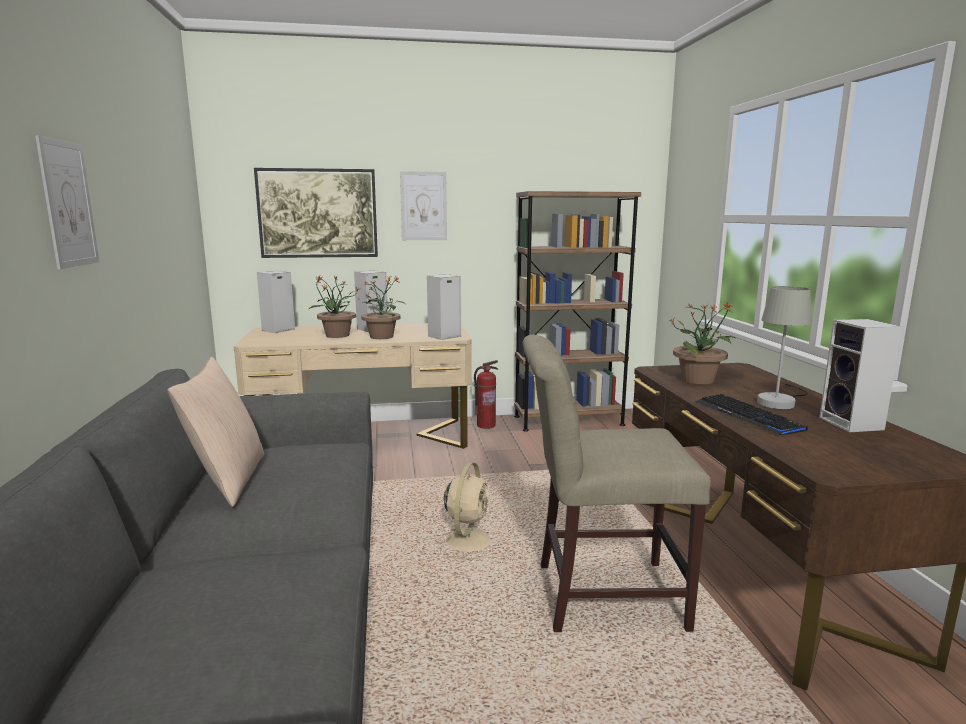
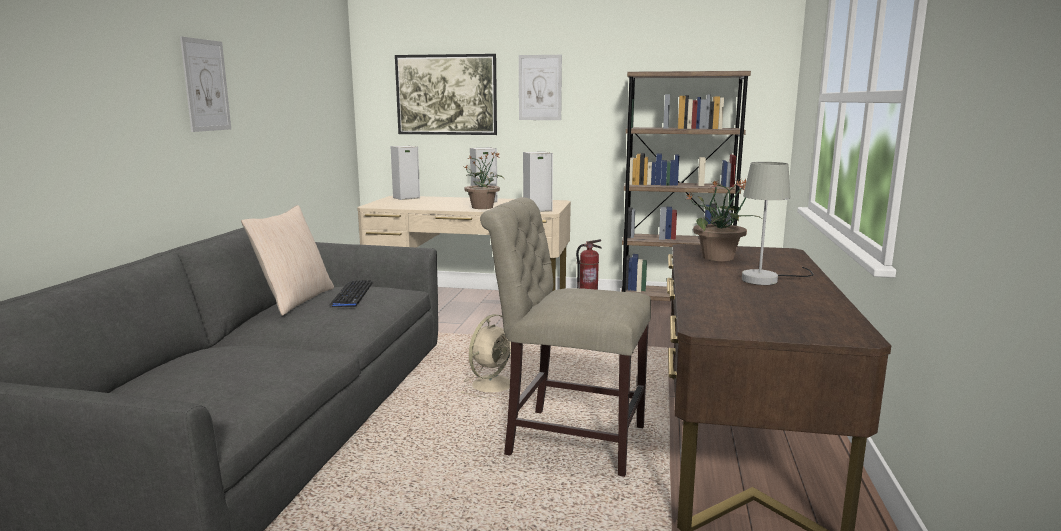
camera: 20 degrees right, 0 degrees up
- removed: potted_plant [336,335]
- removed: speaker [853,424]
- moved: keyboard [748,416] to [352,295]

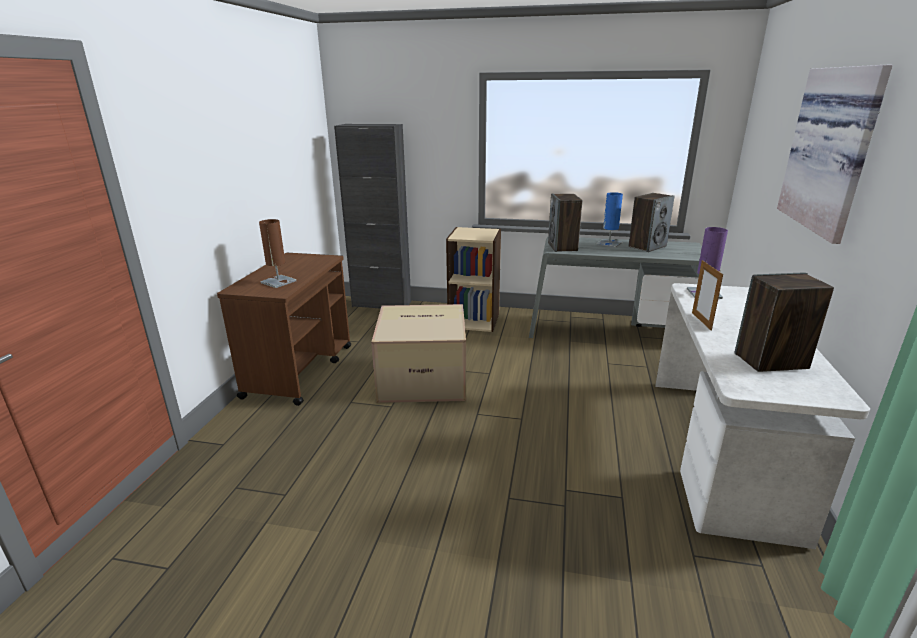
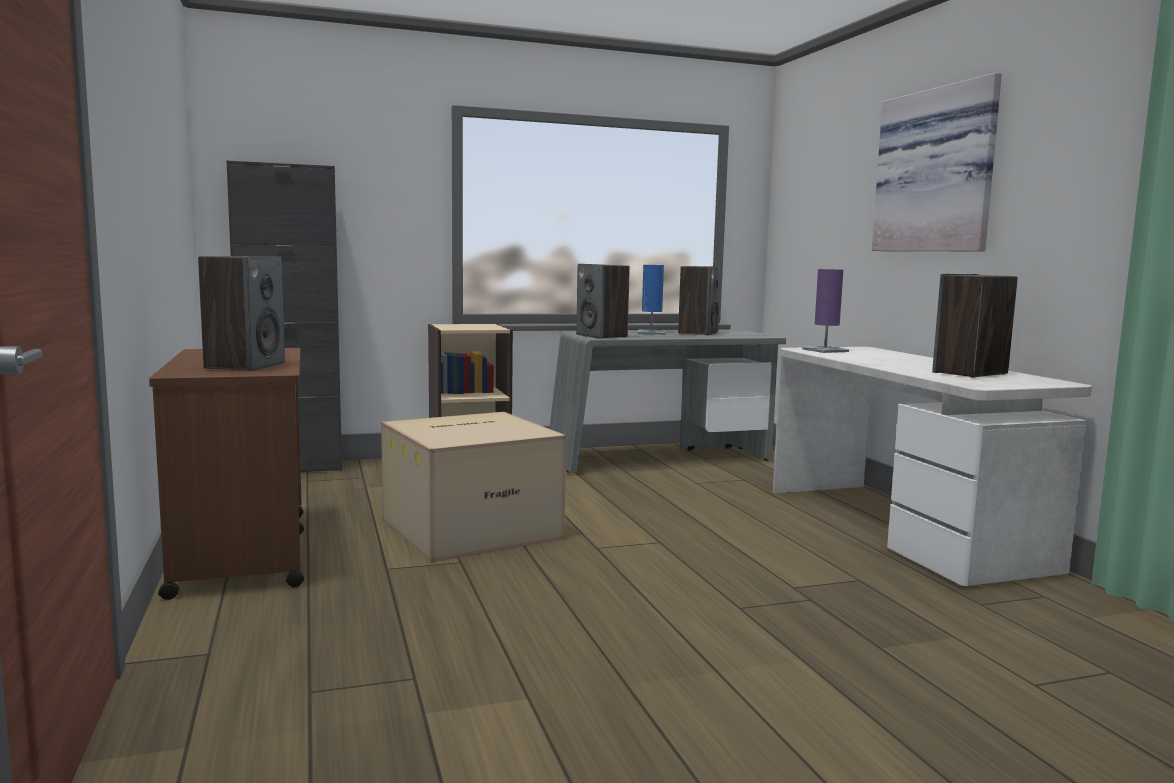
camera: 30 degrees left, 15 degrees down
- replaced: brown_table_lamp [278,282] to speaker [245,366]
- removed: picture_frame [701,321]

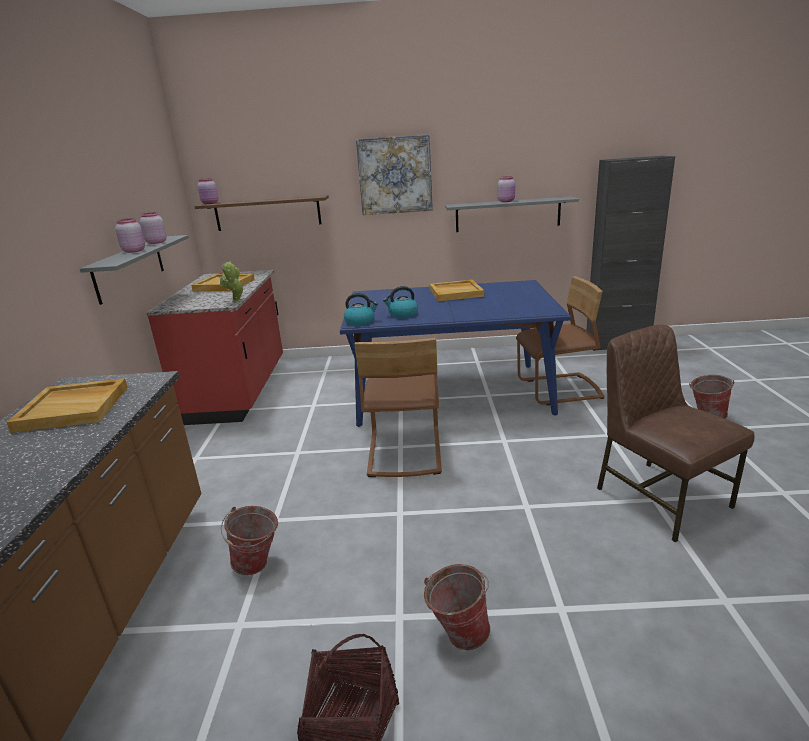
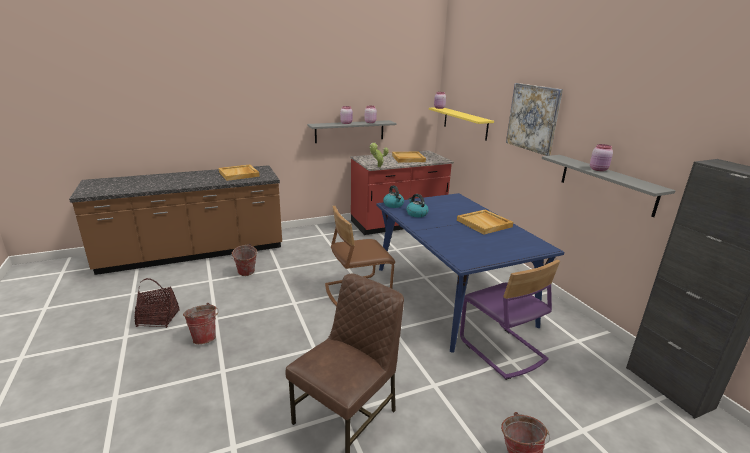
camera: 65 degrees right, 0 degrees up
- recoloured: brown_shelf [267,213] to yellow_shelf [465,123]
- recoloured: brown_chair [559,390] to purple_chair [501,350]

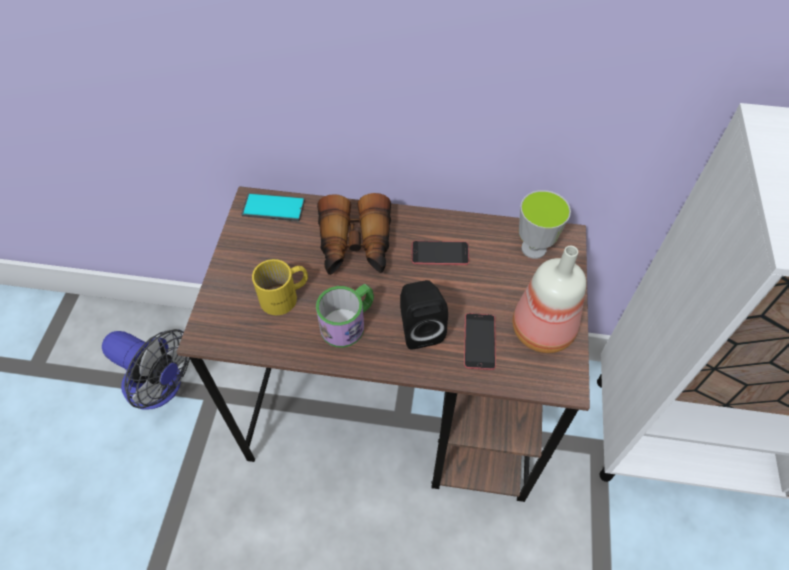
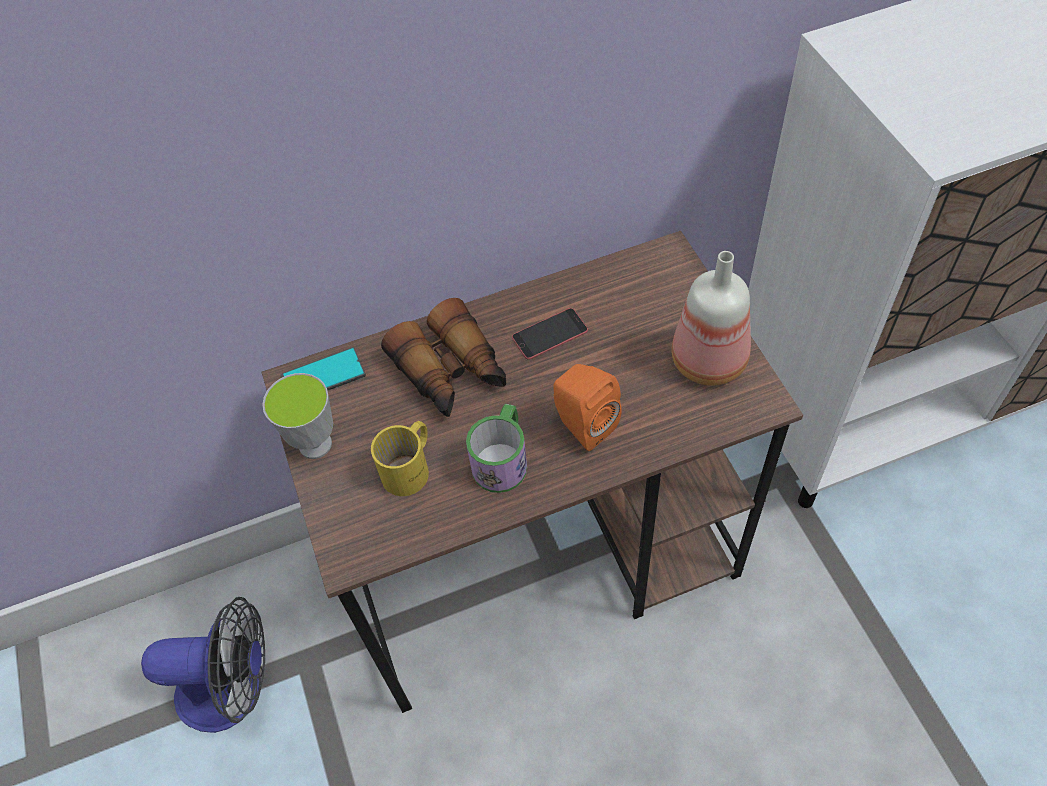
camera: 25 degrees left, 0 degrees up
- moved: cup [533,248] to [315,444]
- recoloured: black_speaker [419,328] to orange_speaker [582,424]
- removed: phone [479,341]

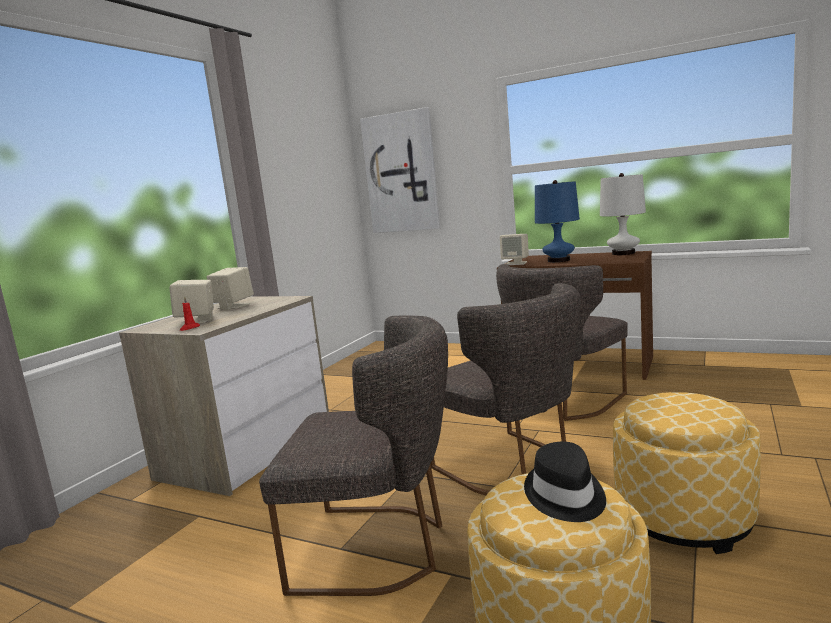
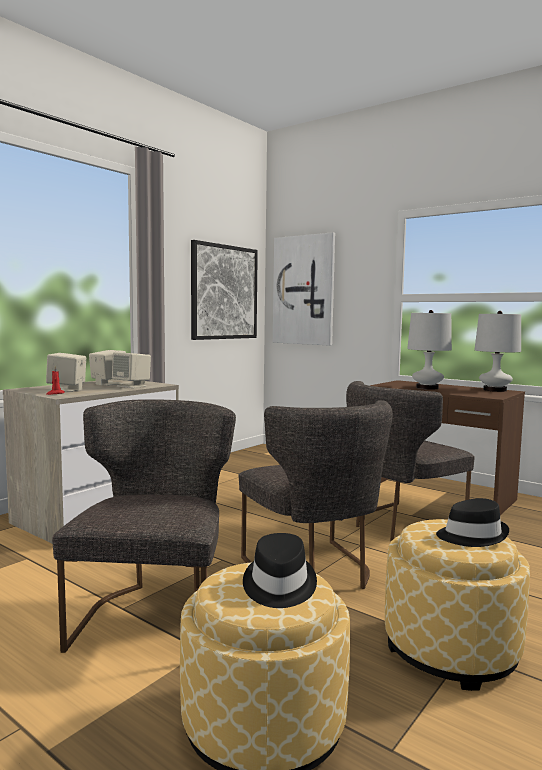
camera: 10 degrees right, 5 degrees down
- recoloured: blue_table_lamp [558,260] to white_table_lamp [427,388]
- moved: beige_speaker [516,263] to [132,386]
- turned: grey_chair [379,548] = [154,615] 105 degrees counterclockwise
- added: picture [224,292]
- added: black_hat [471,535]

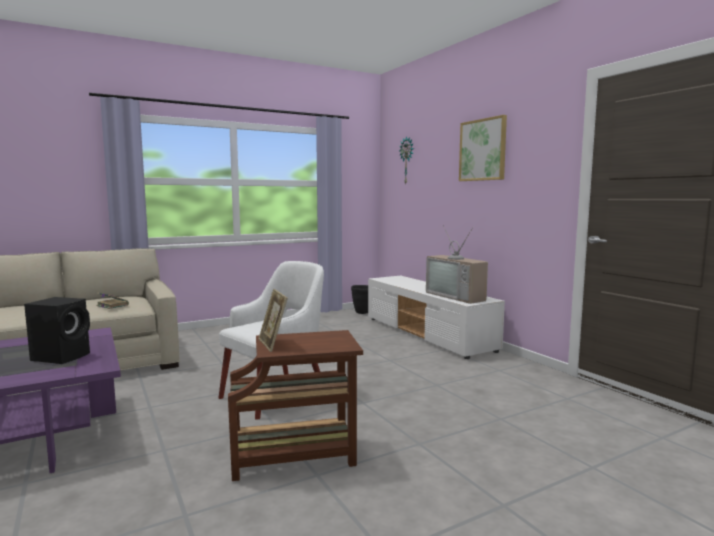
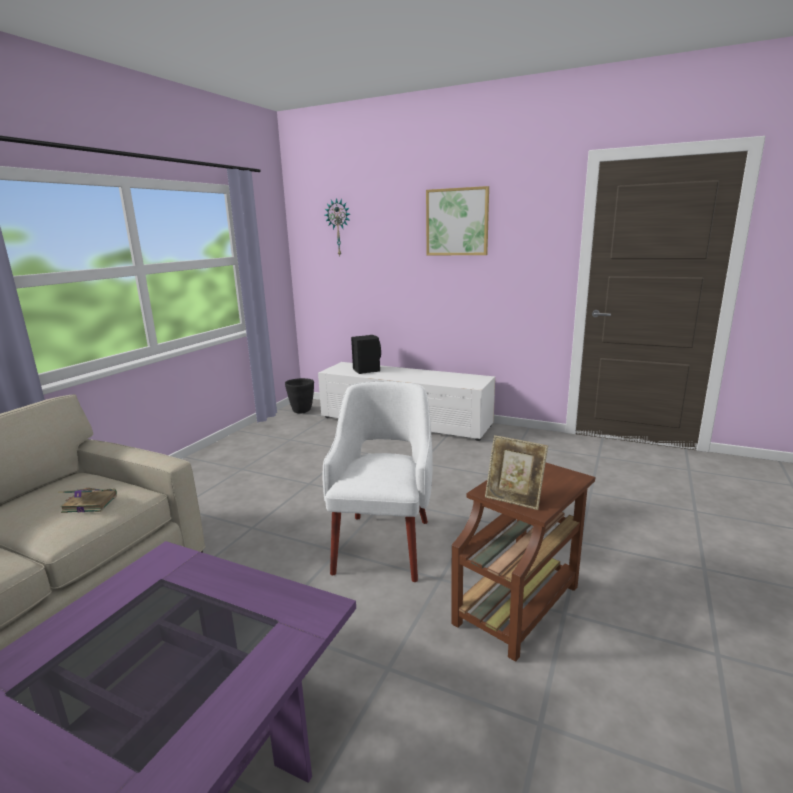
camera: 35 degrees left, 10 degrees up
- removed: television [458,296]
- moved: black_speaker [62,356] to [366,370]

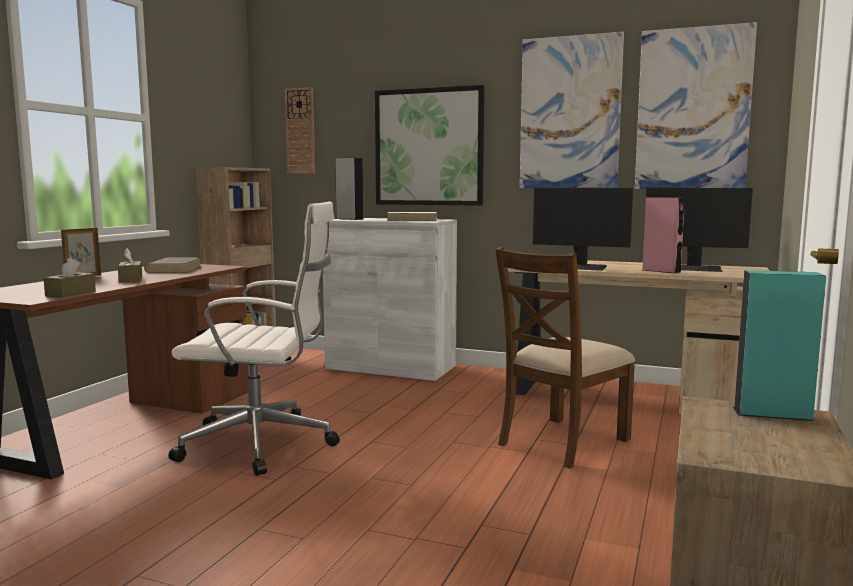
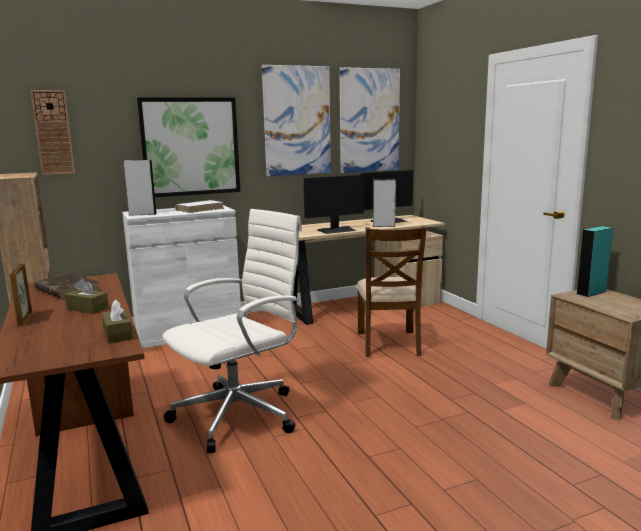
camera: 45 degrees left, 5 degrees up
- recoloured: pink_speaker [661,271] to grey_speaker [383,226]

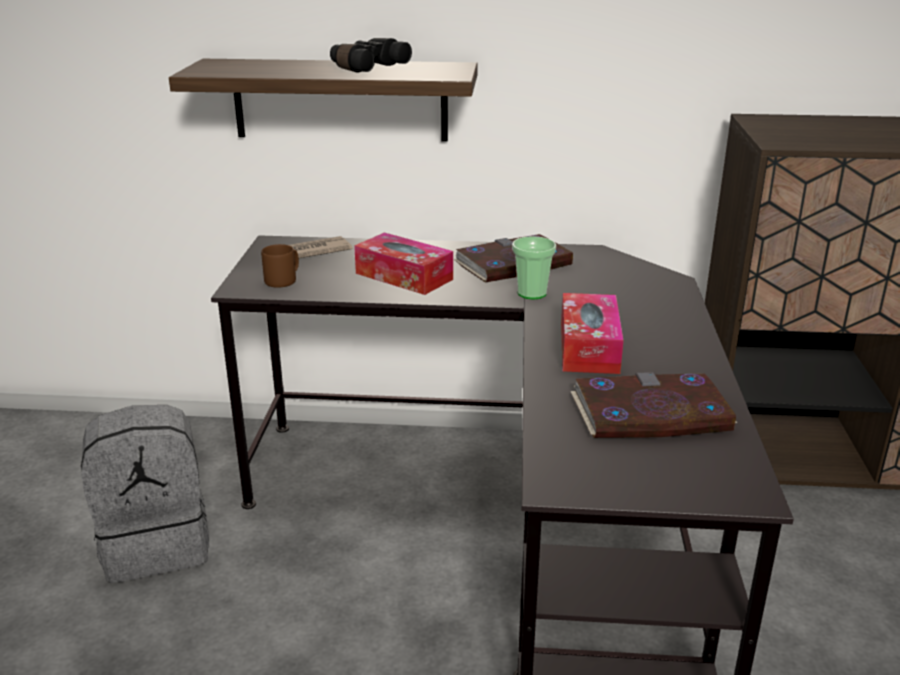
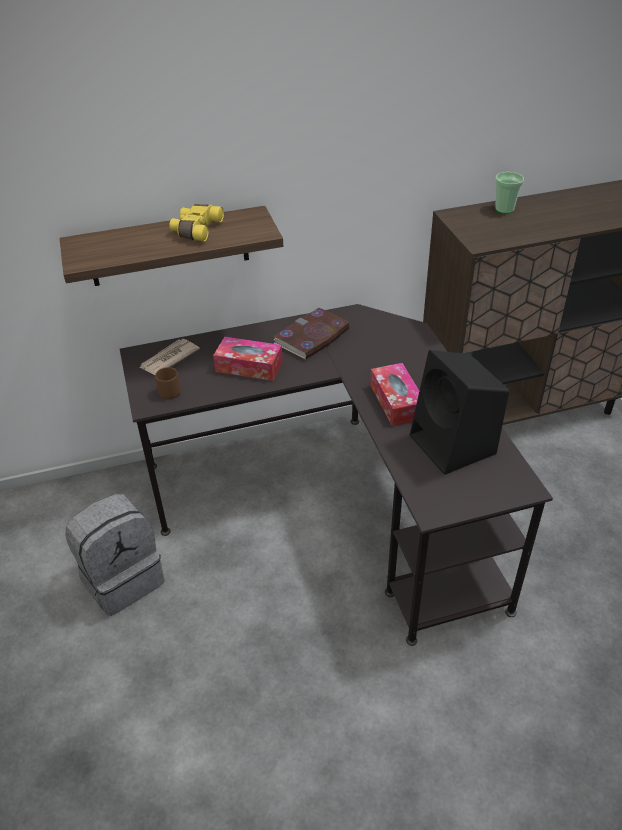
camera: 20 degrees left, 15 degrees up
- recoloured: black_binoculars [366,67] to yellow_binoculars [195,229]
- moved: cup [532,293] to [504,209]
- replaced: book [650,413] to black_speaker [454,445]

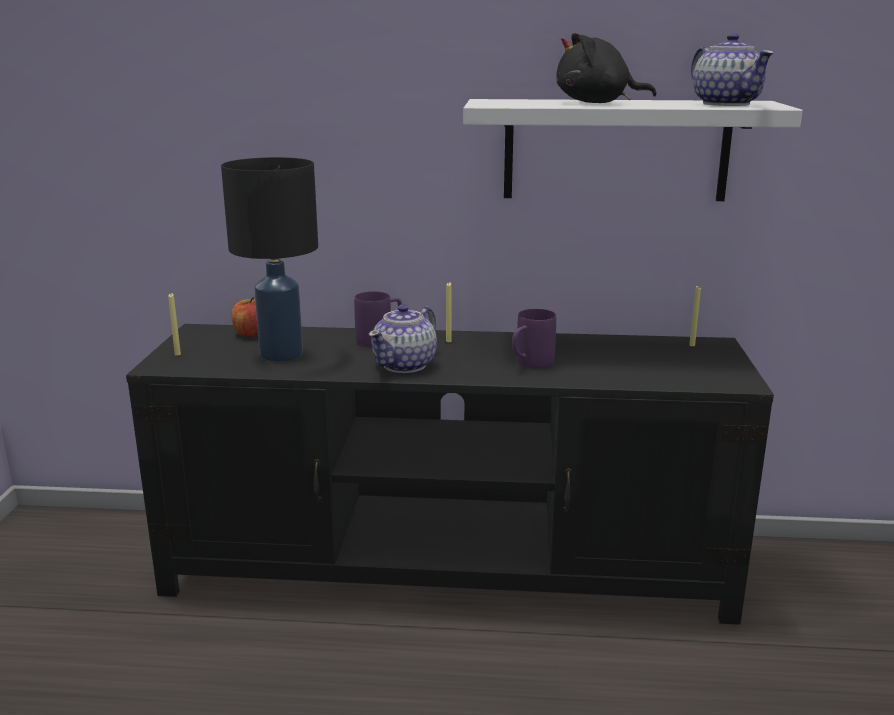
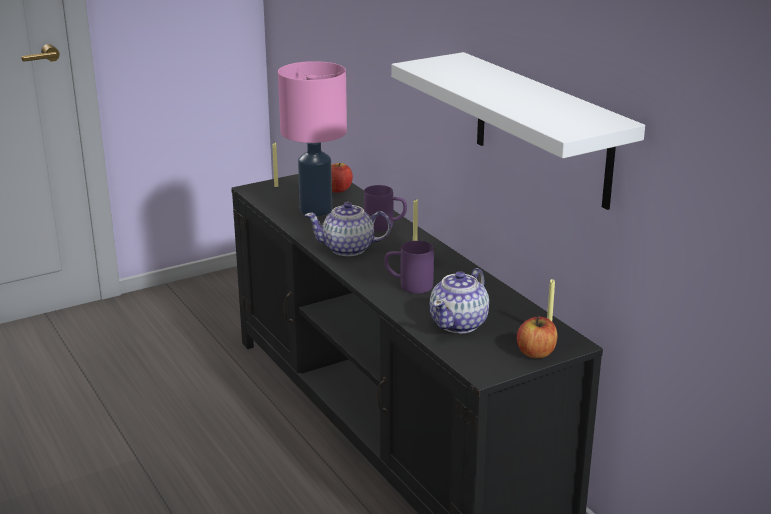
camera: 55 degrees right, 5 degrees up
- removed: black_plush_toy [597,103]
- moved: teapot [726,104] to [459,323]
- recoloured: black_table_lamp [280,354] to pink_table_lamp [315,210]
- added: apple [536,353]

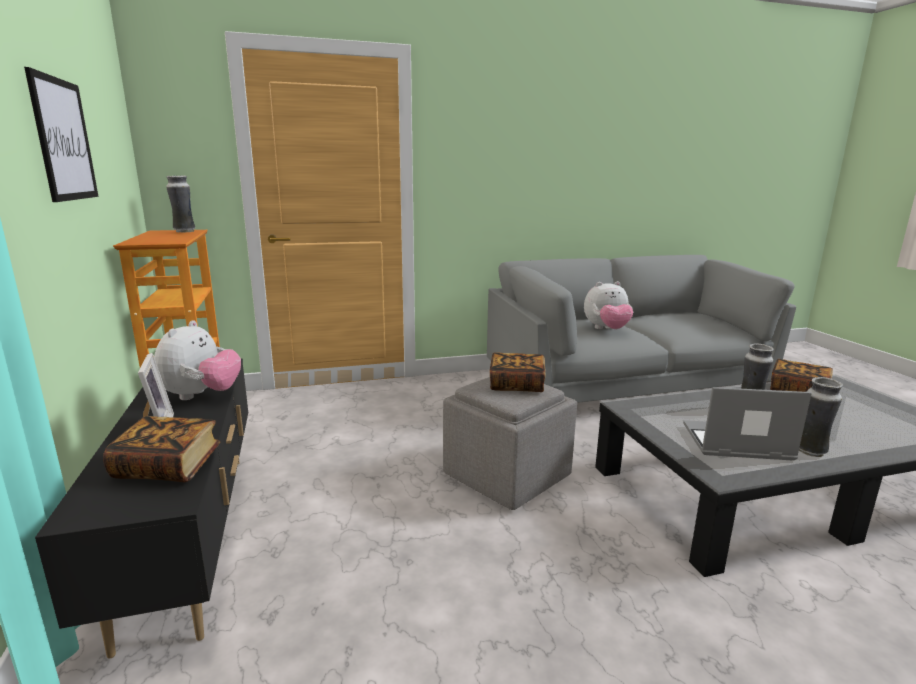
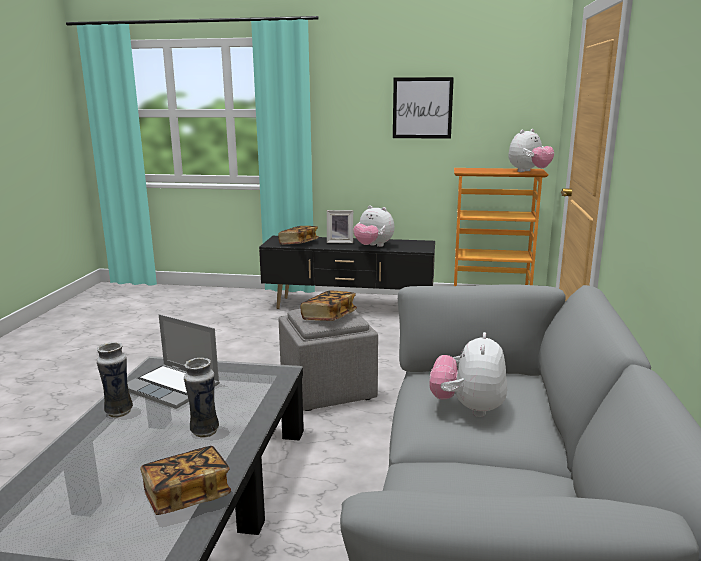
camera: 115 degrees right, 0 degrees up
- replaced: vase [184,231] to plush_toy [528,171]
- turned: laptop [735,443] = [173,387] 90 degrees clockwise

